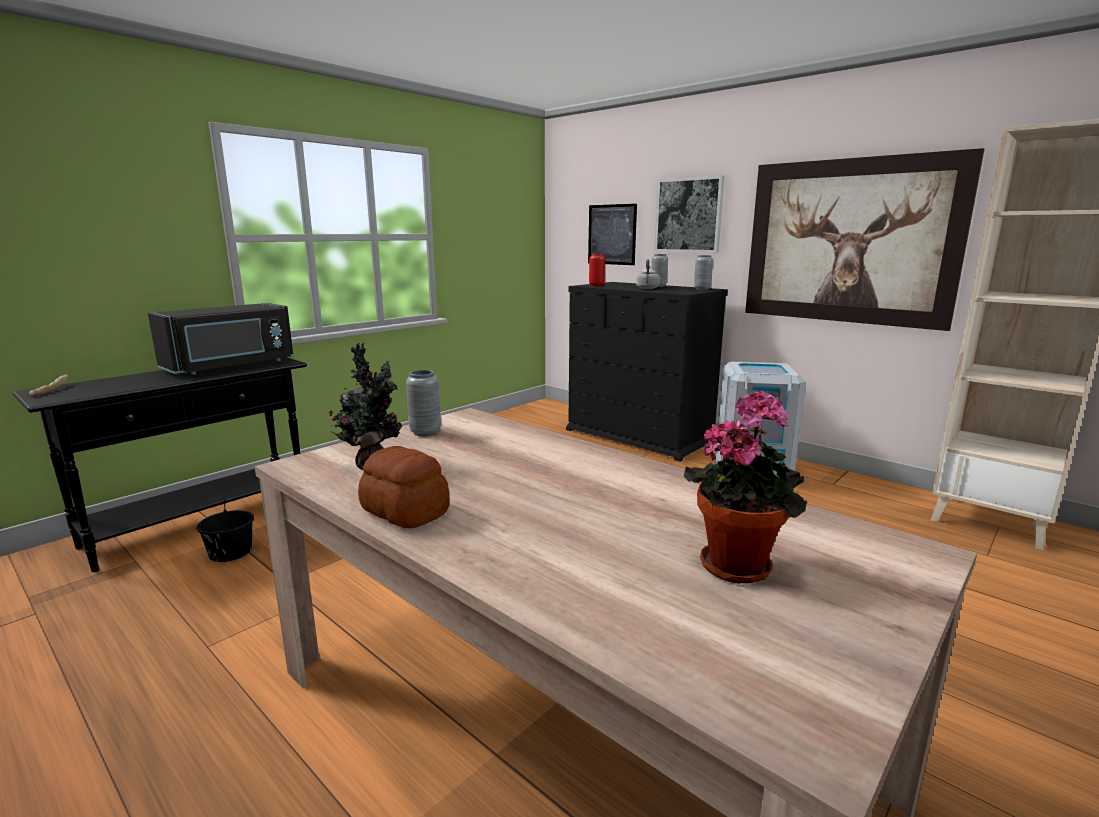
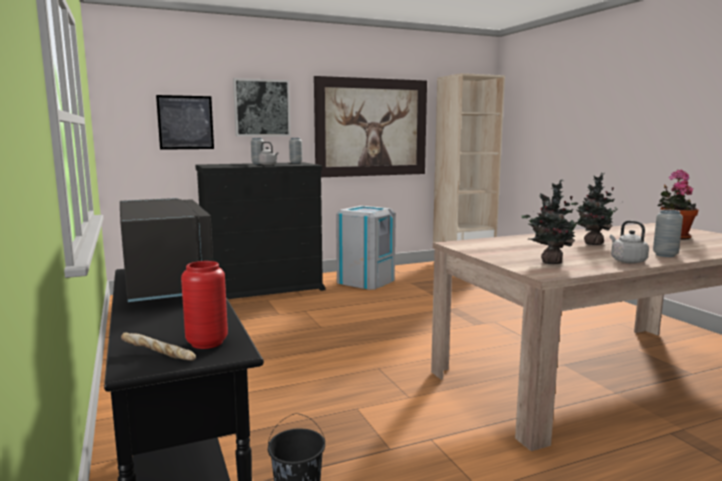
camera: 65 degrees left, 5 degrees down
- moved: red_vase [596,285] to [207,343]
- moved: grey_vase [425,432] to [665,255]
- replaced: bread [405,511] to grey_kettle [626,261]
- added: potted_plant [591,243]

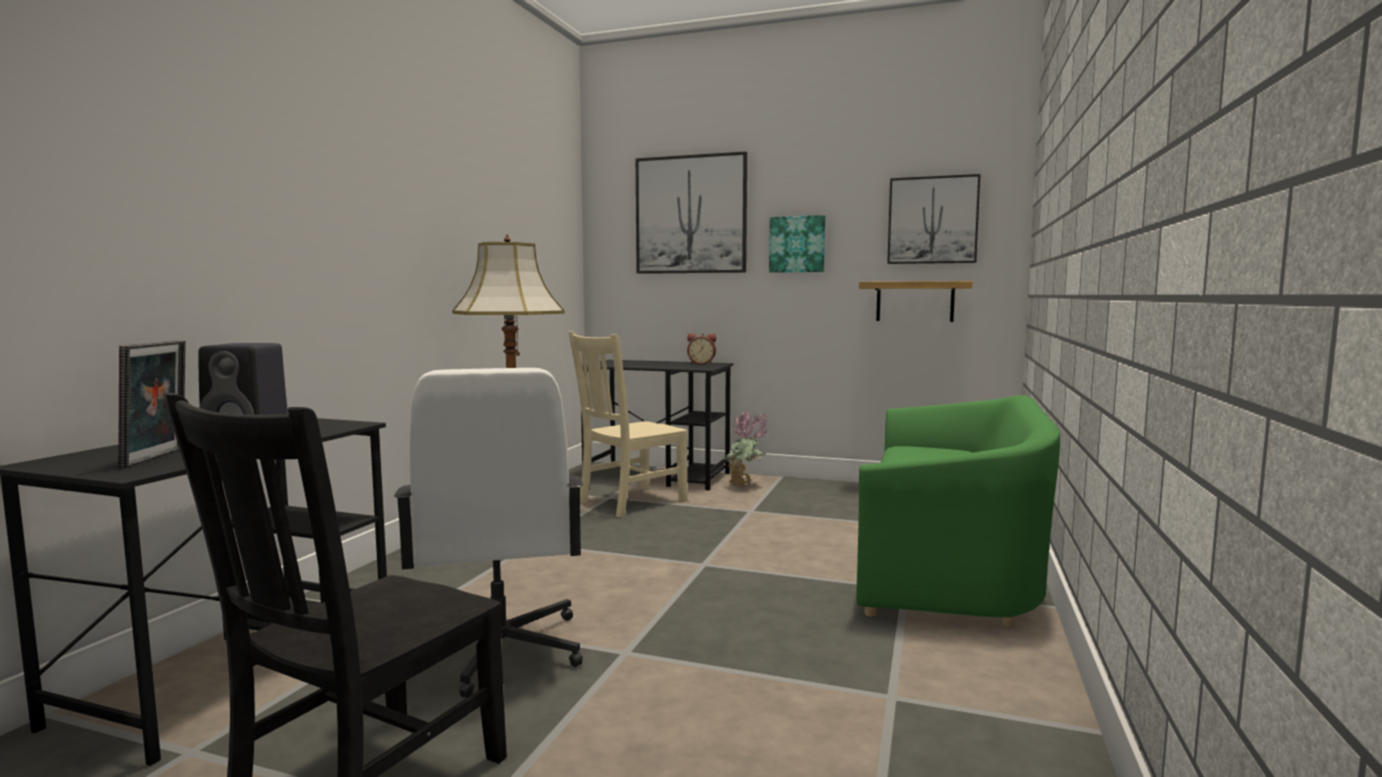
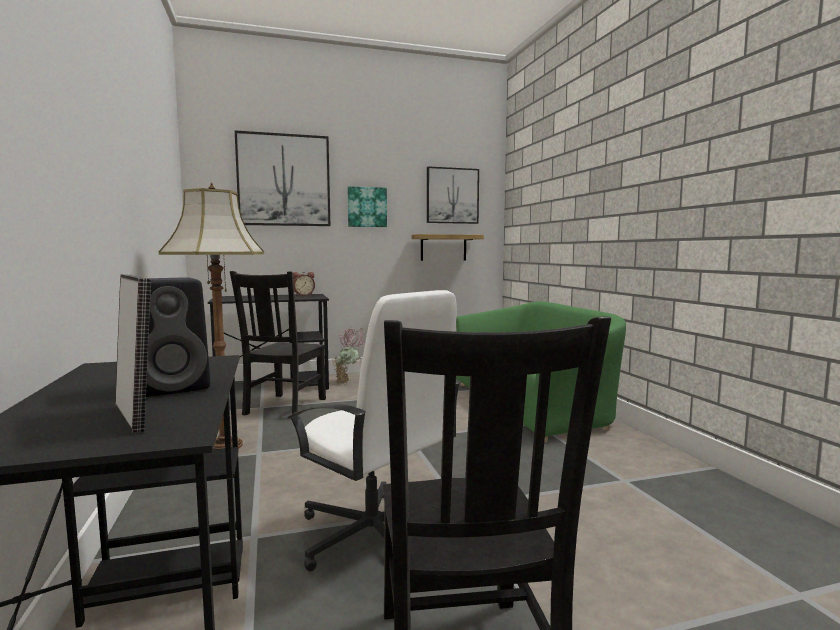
camera: 35 degrees left, 0 degrees up
- recoloured: beige_chair [629,502] to black_chair [284,407]

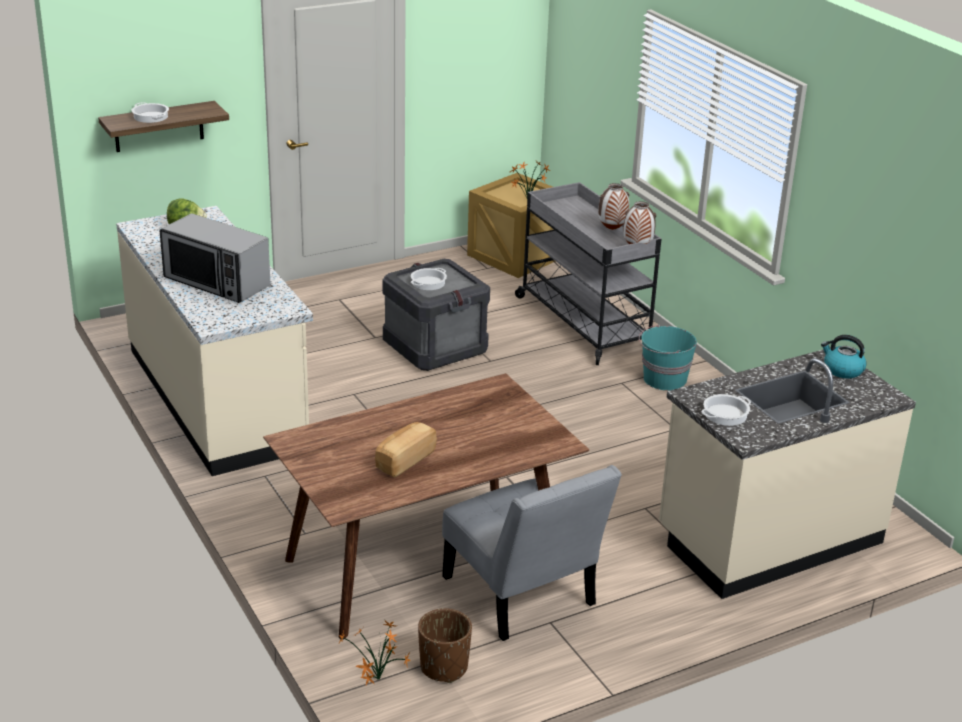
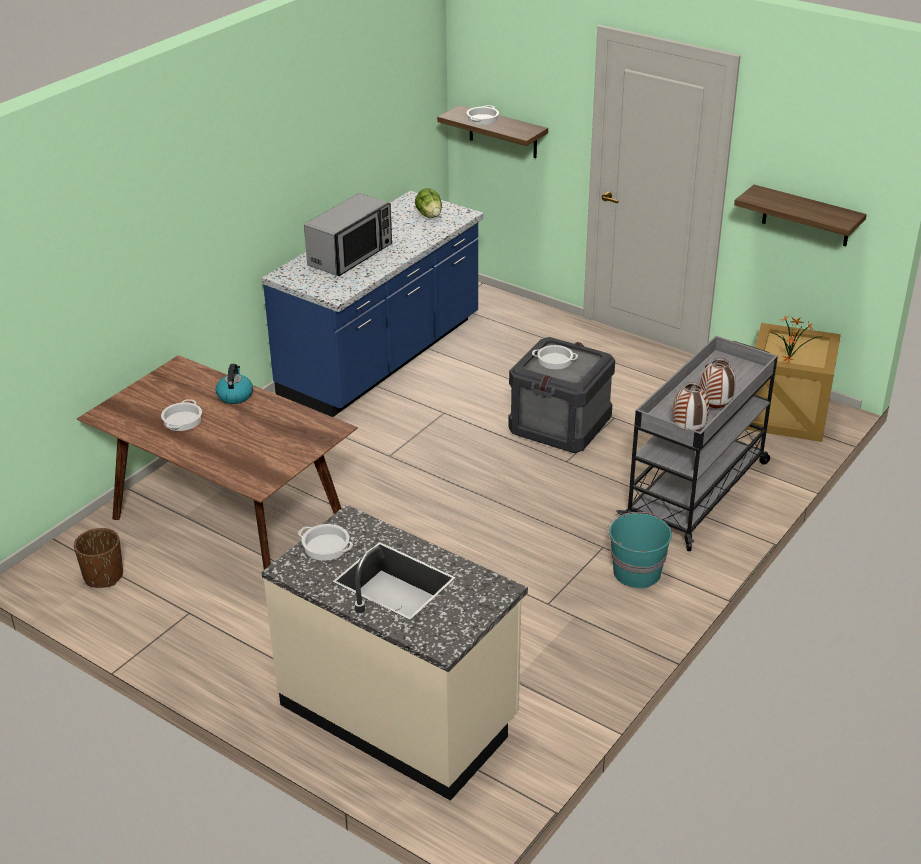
camera: 65 degrees right, 5 degrees up
- recoloured: beige_counter [218,398] to blue_counter [382,358]
- turned: microwave [216,282] = [351,255] 150 degrees counterclockwise
- moved: kettle [842,370] to [235,395]
- replaced: bread [404,460] to cooking_pot [182,421]
- removed: grey_chair [522,596]
- removed: potted_plant [377,680]
- added: shelf [806,216]

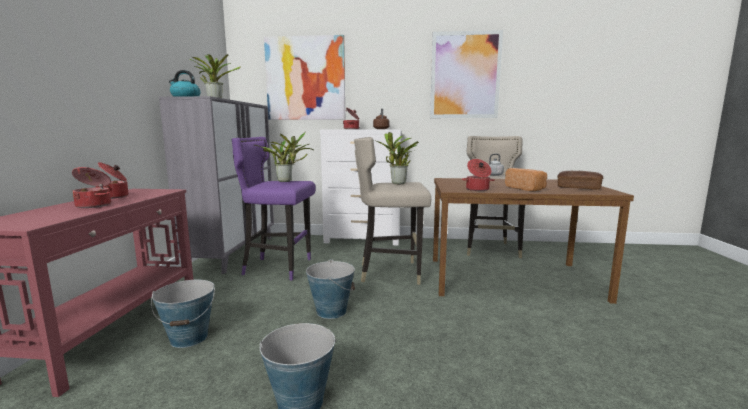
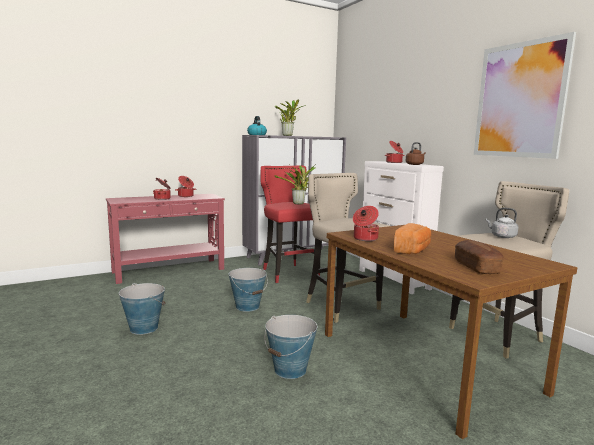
camera: 55 degrees right, 0 degrees up
- removed: picture [305,78]
- removed: potted_plant [397,183]
- recoloured: purple_stool [279,268] to red_stool [289,273]
- moved: bucket [189,338] to [290,370]

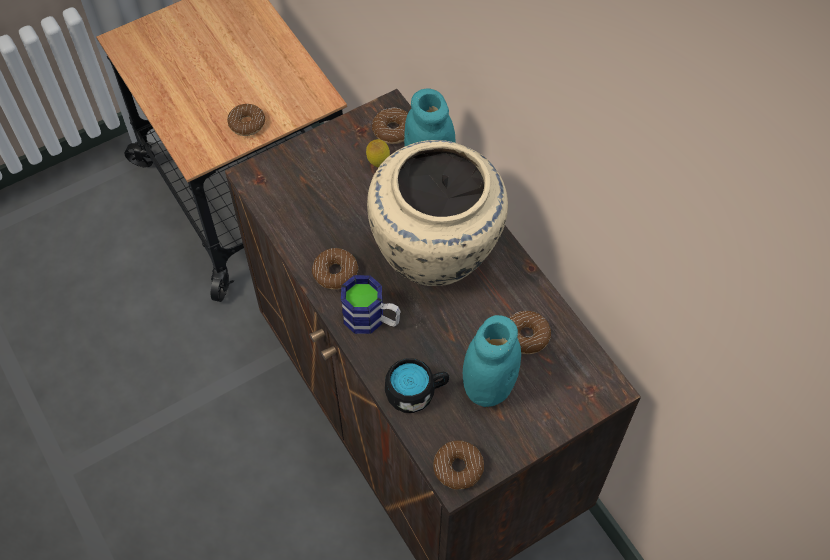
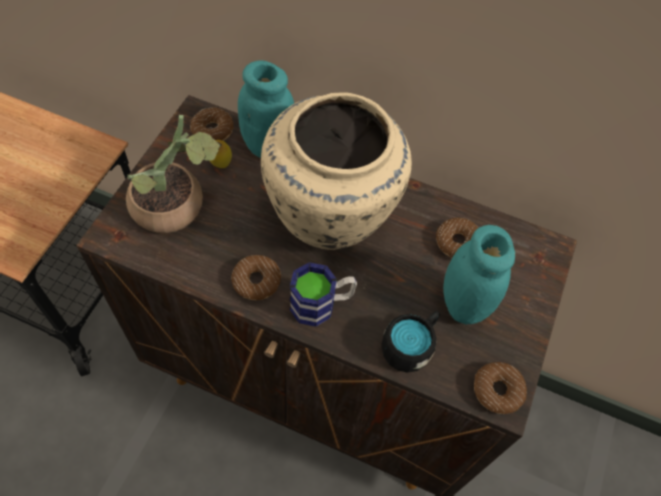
camera: 40 degrees left, 0 degrees up
- removed: donut [247,124]
- added: potted_plant [177,207]

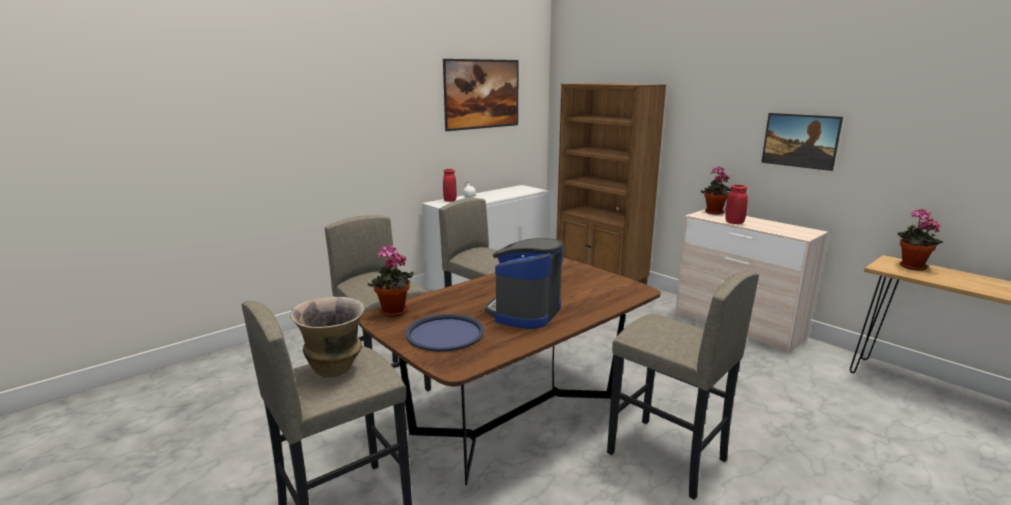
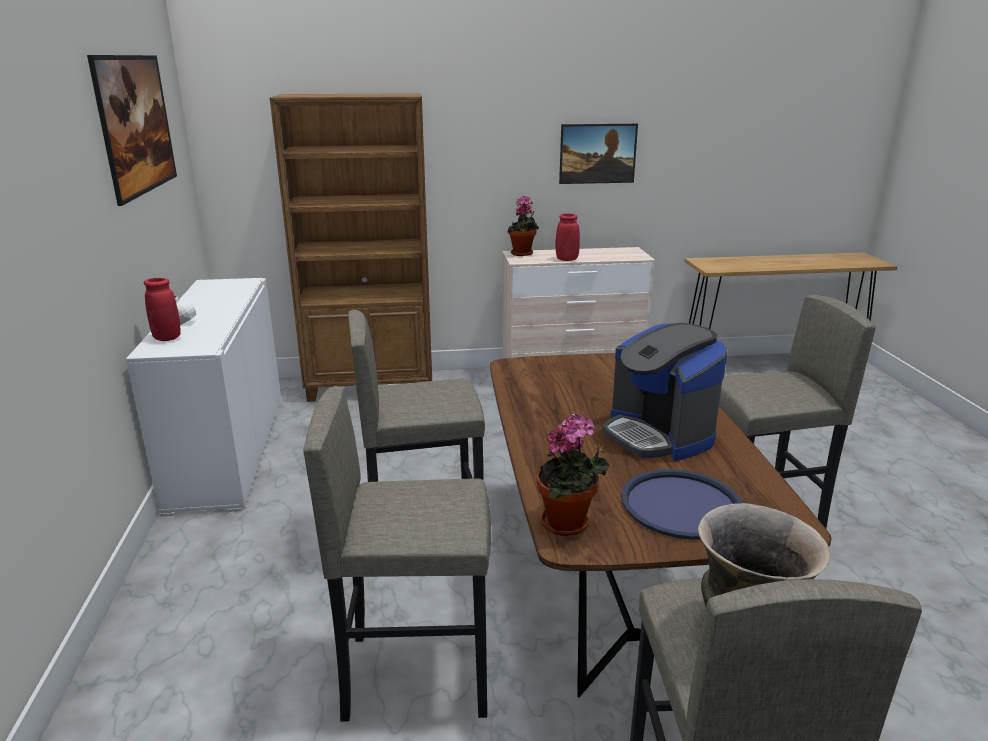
camera: 55 degrees left, 5 degrees up
- removed: potted_plant [910,267]

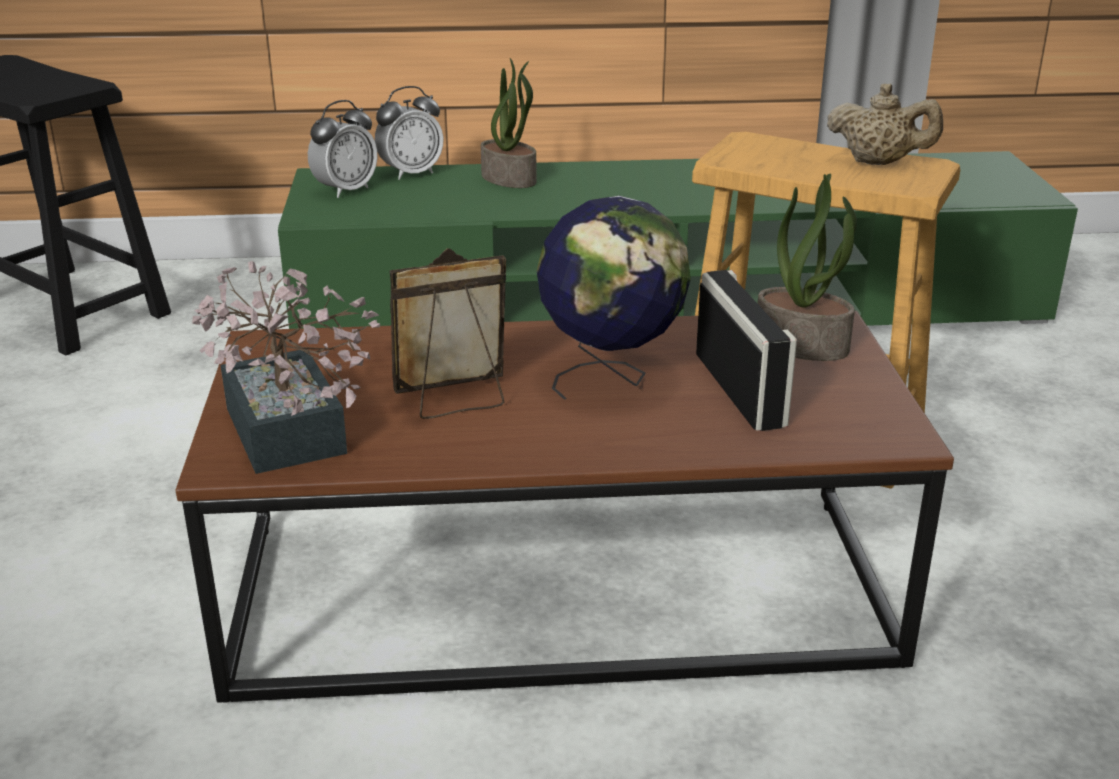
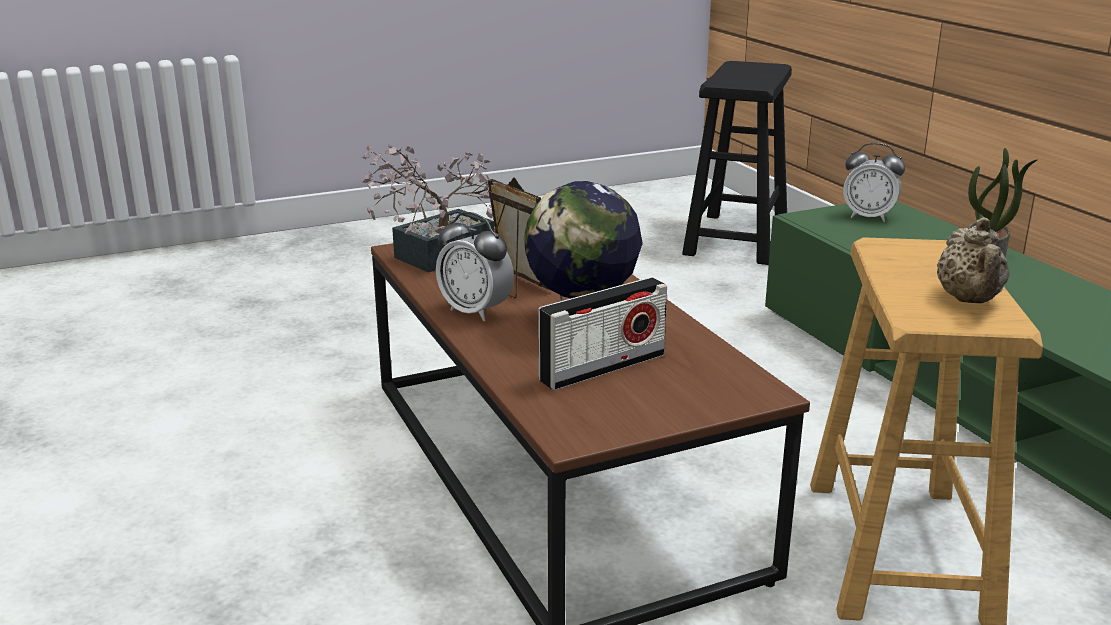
camera: 70 degrees right, 5 degrees down
- moved: alarm_clock [411,173] to [475,312]
- removed: potted_plant [803,344]

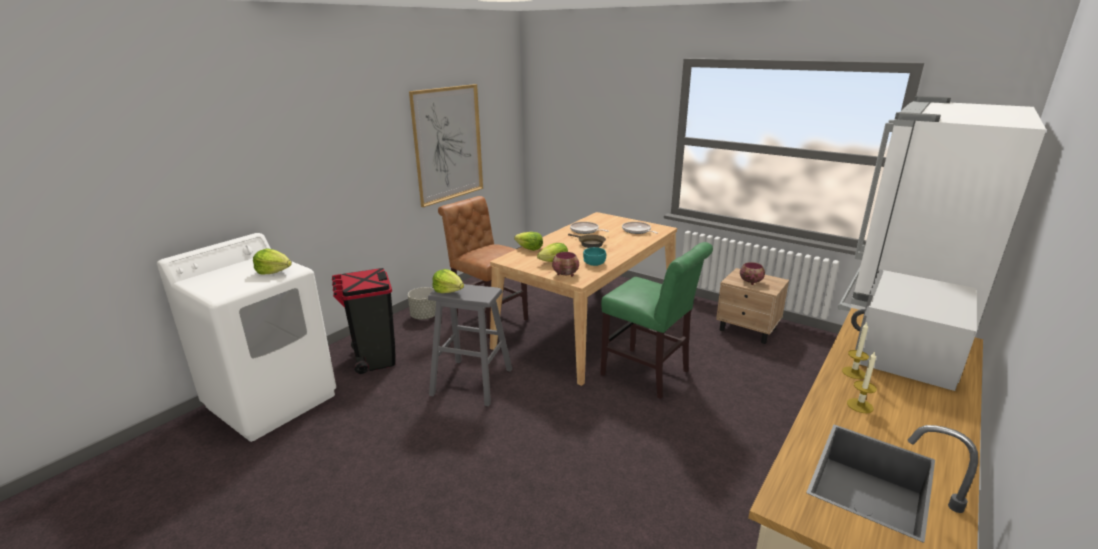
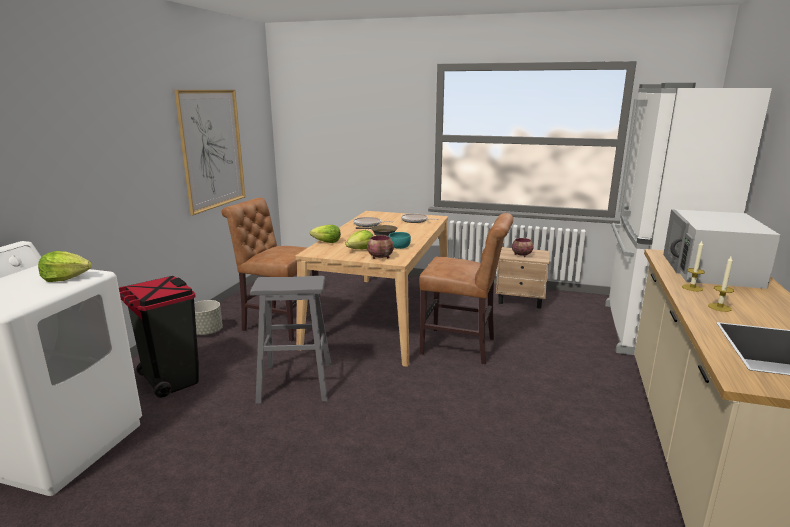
camera: 20 degrees left, 5 degrees down
- recoloured: green_chair [649,375] to brown_chair [462,347]
- removed: lettuce [448,291]

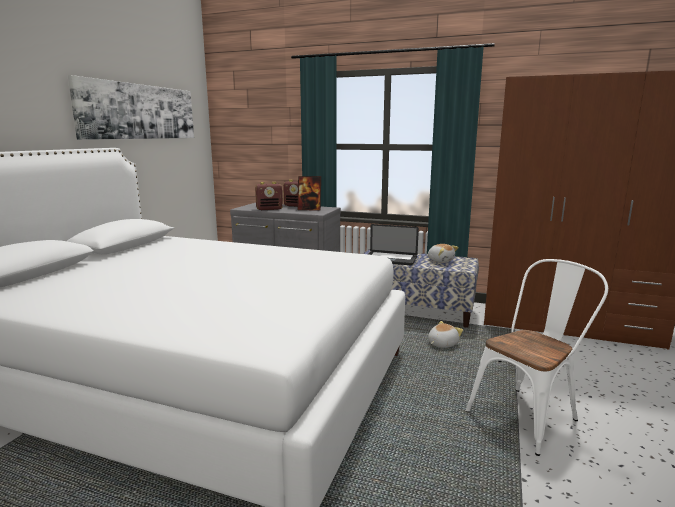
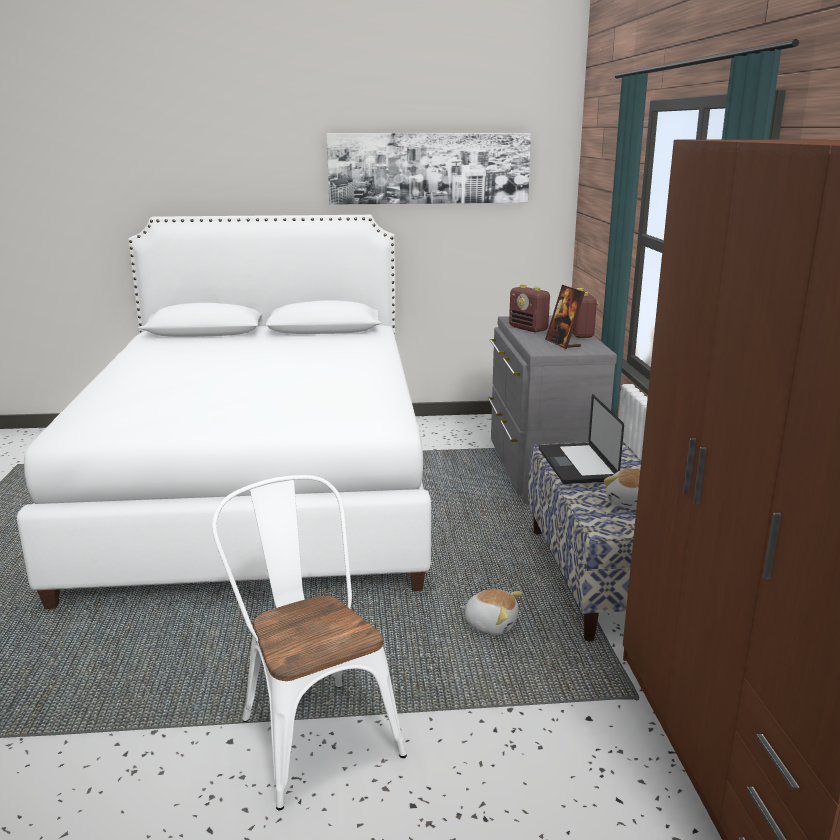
camera: 65 degrees right, 5 degrees up
- turned: white_chair [528,414] = [312,730] 150 degrees counterclockwise

